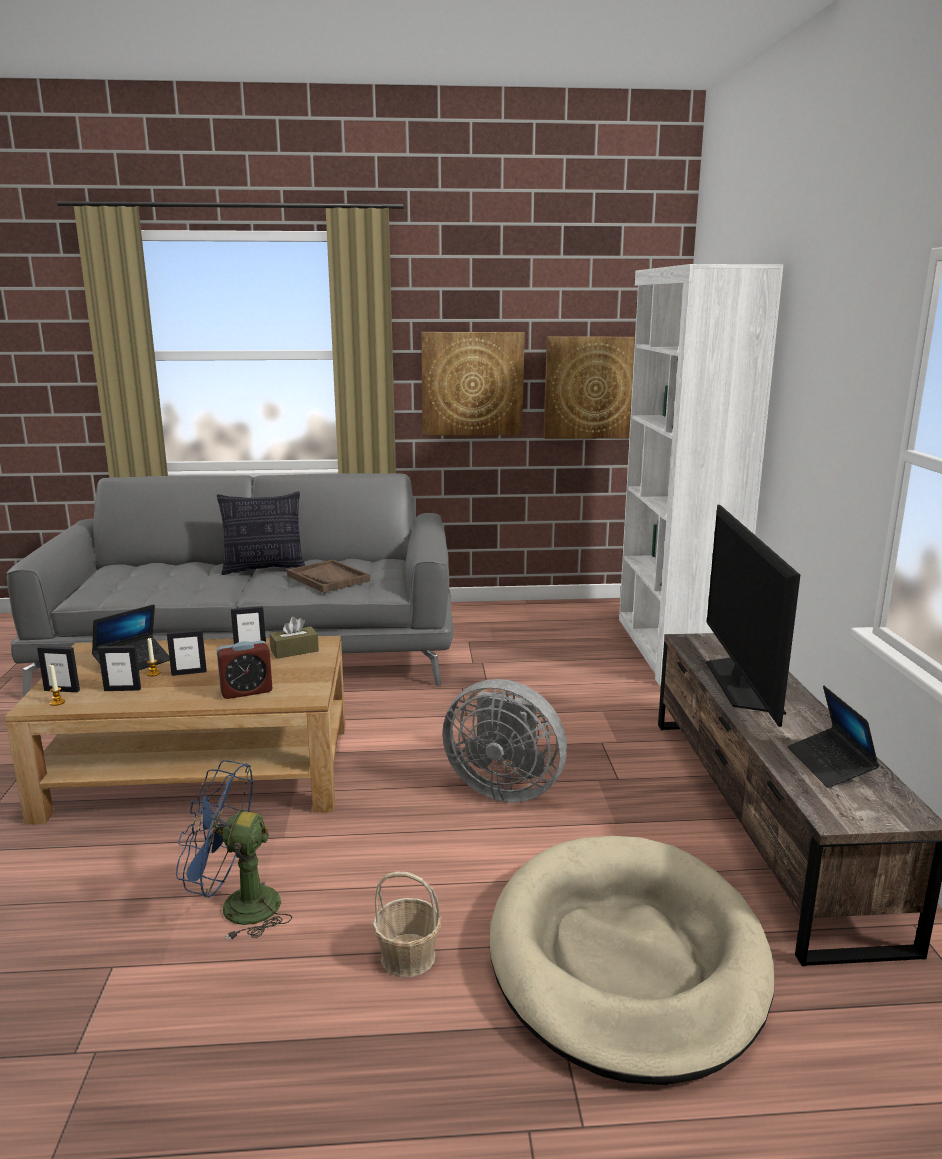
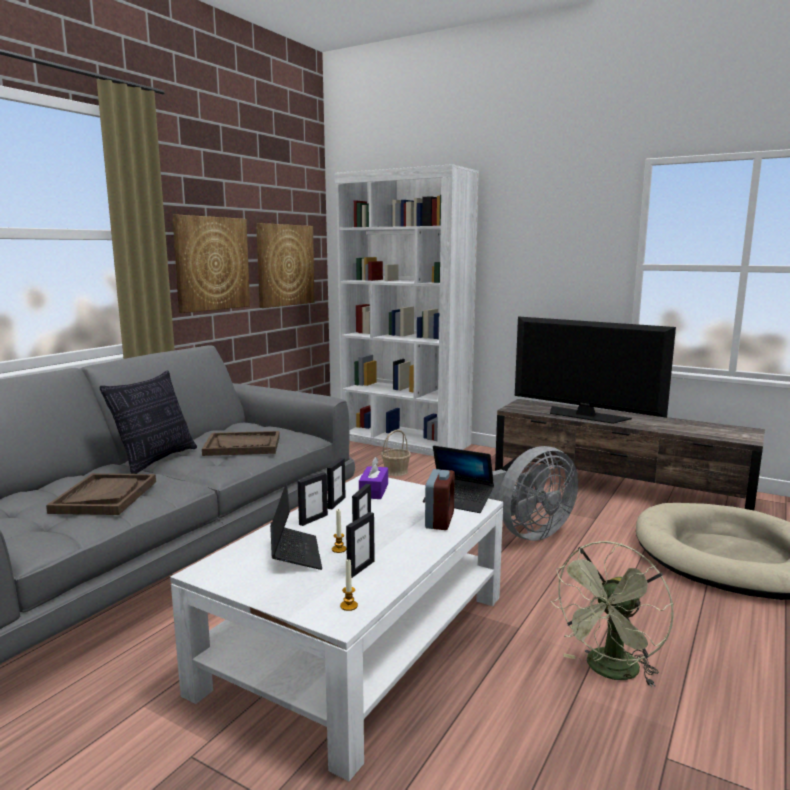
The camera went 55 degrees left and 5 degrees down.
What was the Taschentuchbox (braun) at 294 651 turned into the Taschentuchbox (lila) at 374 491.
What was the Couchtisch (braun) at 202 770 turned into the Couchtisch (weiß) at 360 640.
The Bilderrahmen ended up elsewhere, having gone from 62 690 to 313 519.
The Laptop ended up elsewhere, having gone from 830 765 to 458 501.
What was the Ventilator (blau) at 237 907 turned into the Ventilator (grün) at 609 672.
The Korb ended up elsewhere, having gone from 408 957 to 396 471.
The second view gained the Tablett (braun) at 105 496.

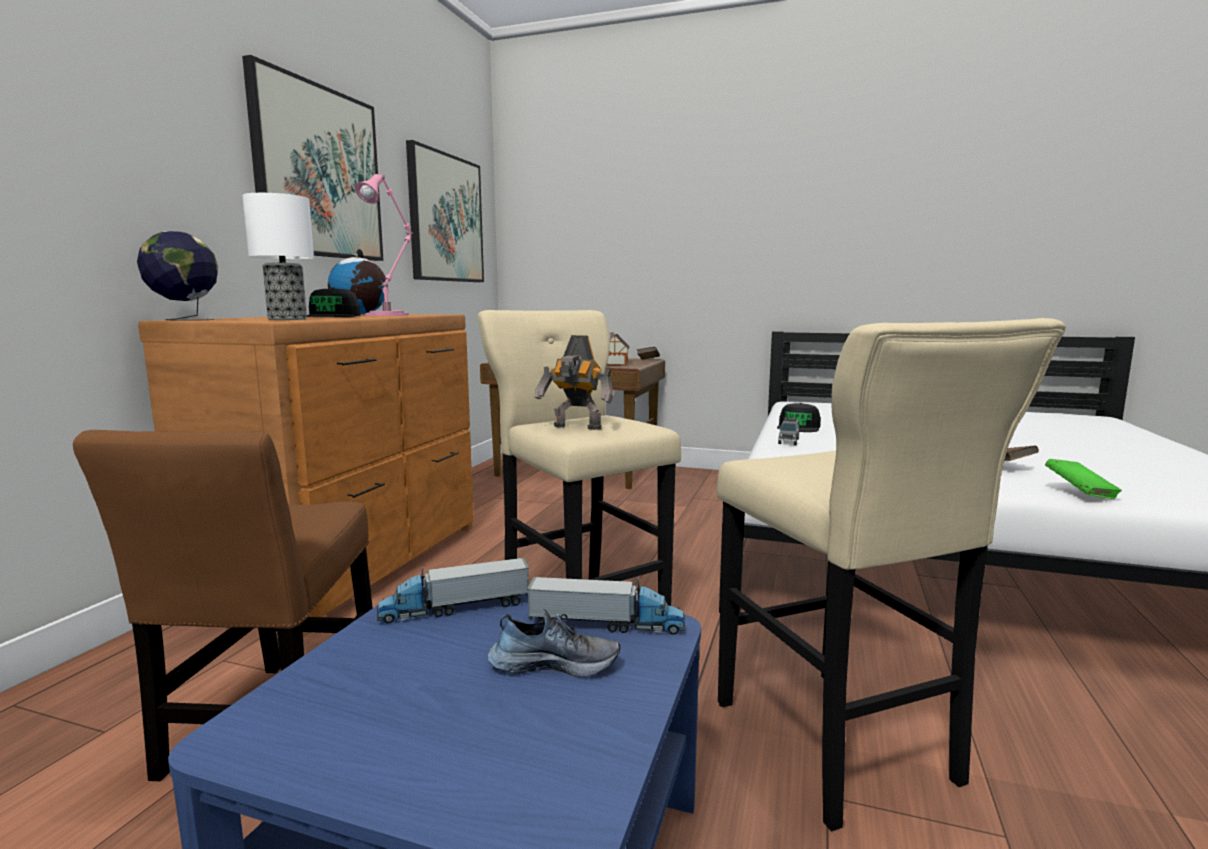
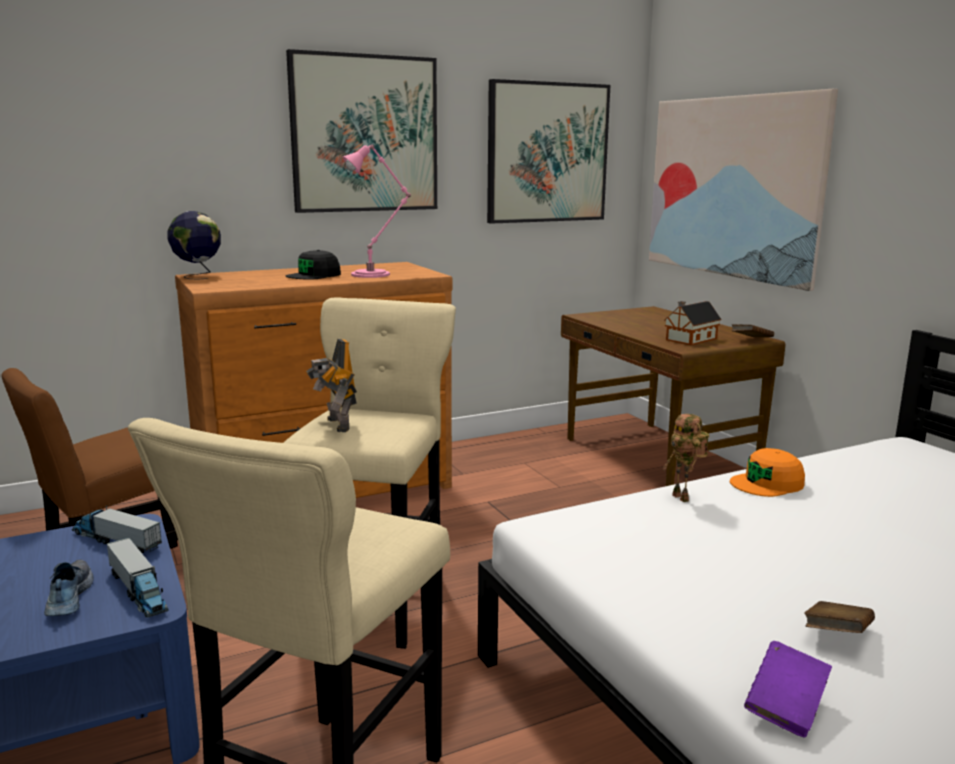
The camera went 45 degrees right and 5 degrees up.
The second view lost the Tischlampe at 288 319.
The second view lost the Globus at 360 314.
What was the Kappe (schwarz) at 799 427 turned into the Kappe (orange) at 767 484.
Where the Spielzeugauto (grau) stood at 788 441, the Spielzeugroboter came to stand at 683 498.
What was the Buch (grün) at 1080 493 turned into the Buch (lila) at 786 707.
The Schuh at 554 663 ended up facing another way, 150 degrees counterclockwise from before.
The second view gained the Bild at 732 187.

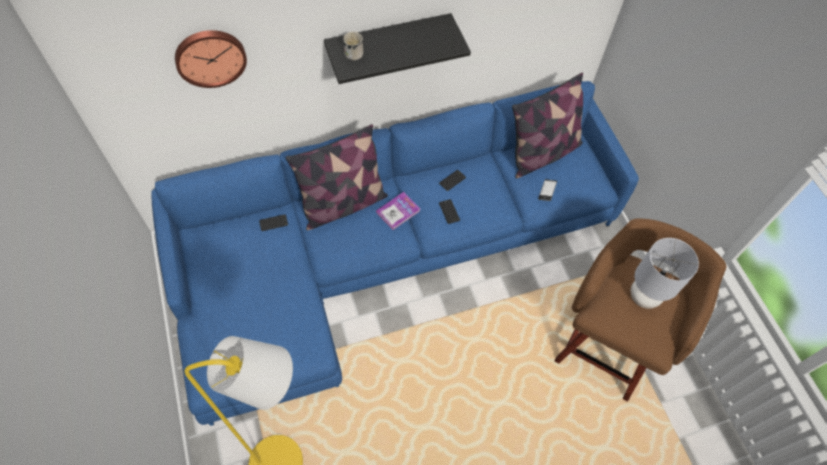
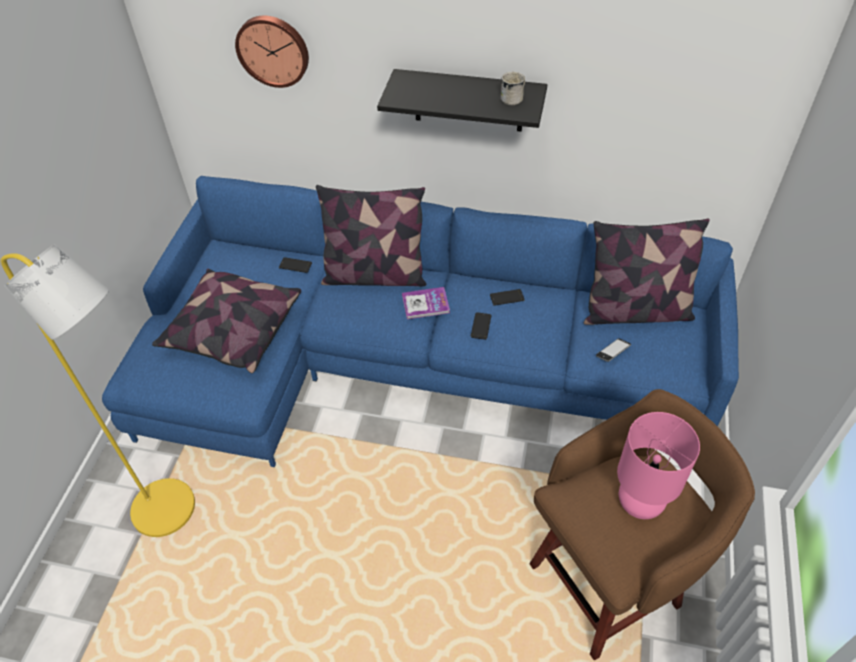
The camera went 35 degrees right and 10 degrees down.
The Henkelbecher (weiß) ended up elsewhere, having gone from 355 52 to 514 98.
What was the Tischlampe (grau) at 643 297 turned into the Tischlampe (rosa) at 639 503.
The second view gained the Kissen at 232 331.

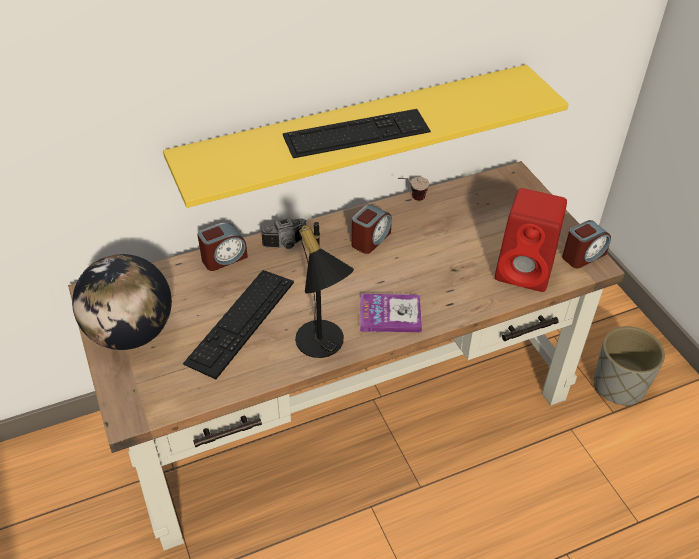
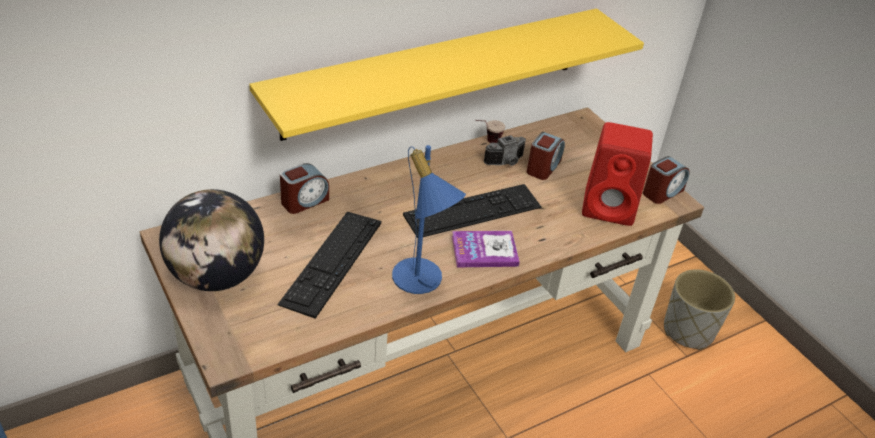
The camera went 10 degrees left and 5 degrees down.
The Tastatur ended up elsewhere, having gone from 357 134 to 473 211.
The Wecker ended up elsewhere, having gone from 370 239 to 543 167.
The Kamera ended up elsewhere, having gone from 286 245 to 507 162.
What was the Tischlampe (schwarz) at 323 346 turned into the Tischlampe (blau) at 421 282.

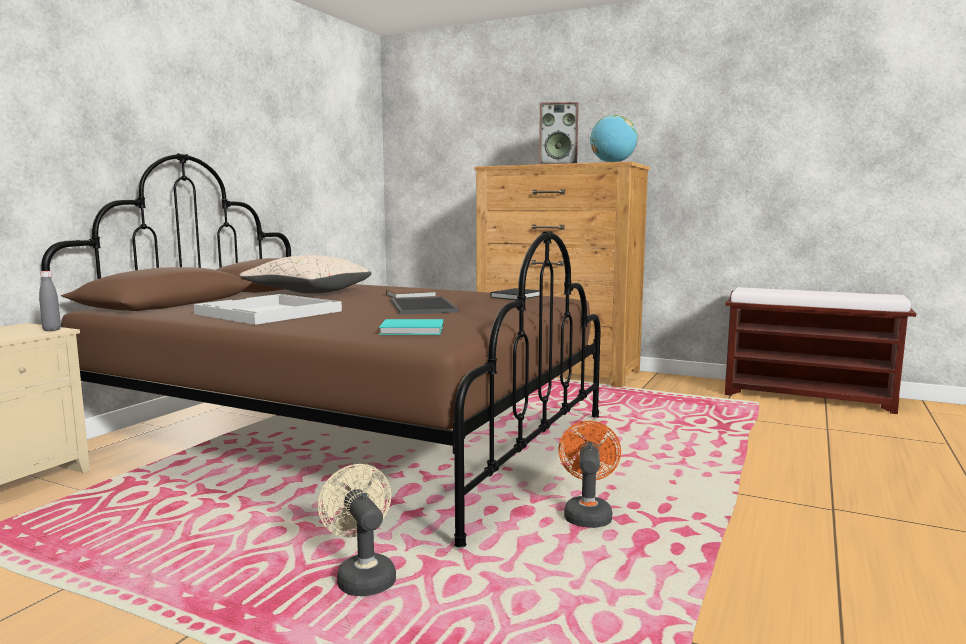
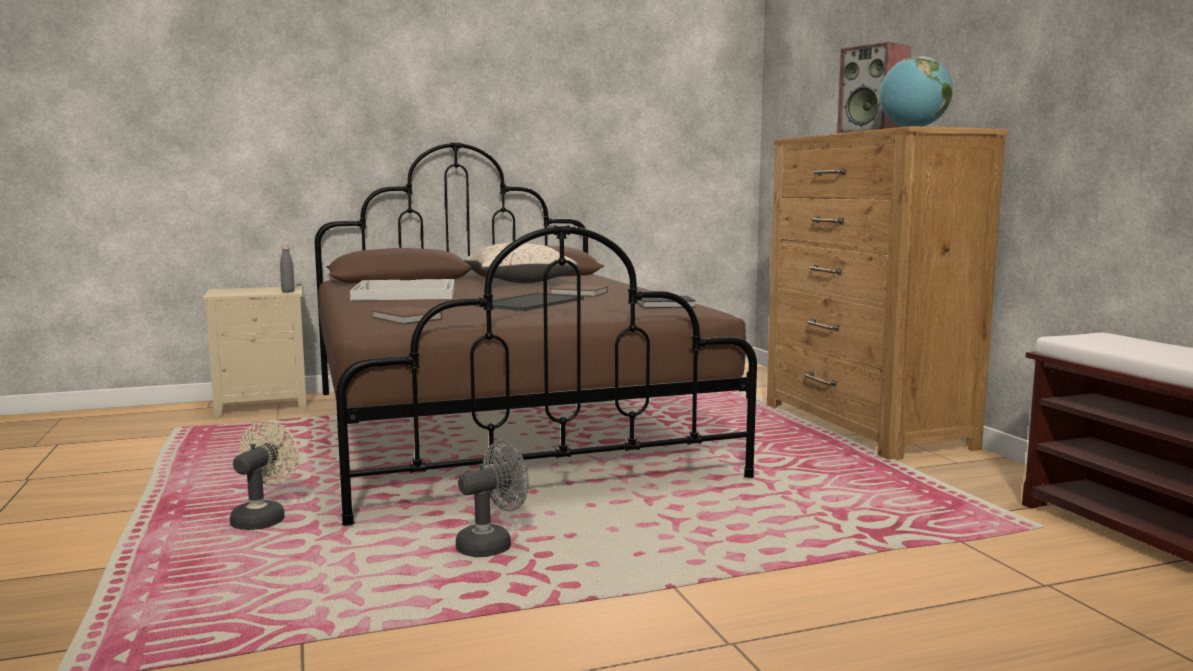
The camera went 45 degrees right and 0 degrees up.
What was the Buch (türkis) at 413 330 turned into the Buch (braun) at 407 319.
What was the Ventilator (orange) at 587 513 turned into the Ventilator (grau) at 492 545.

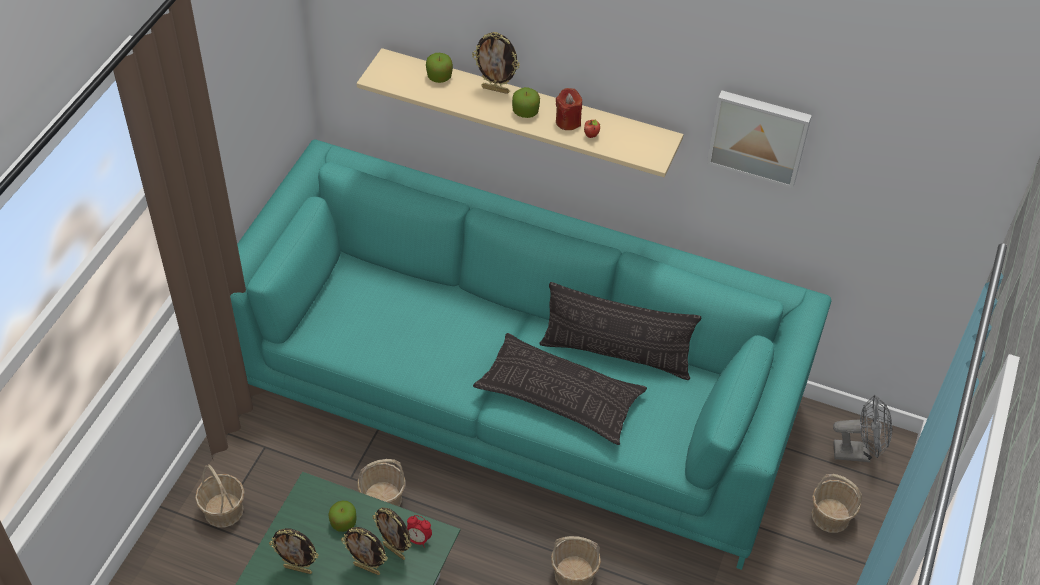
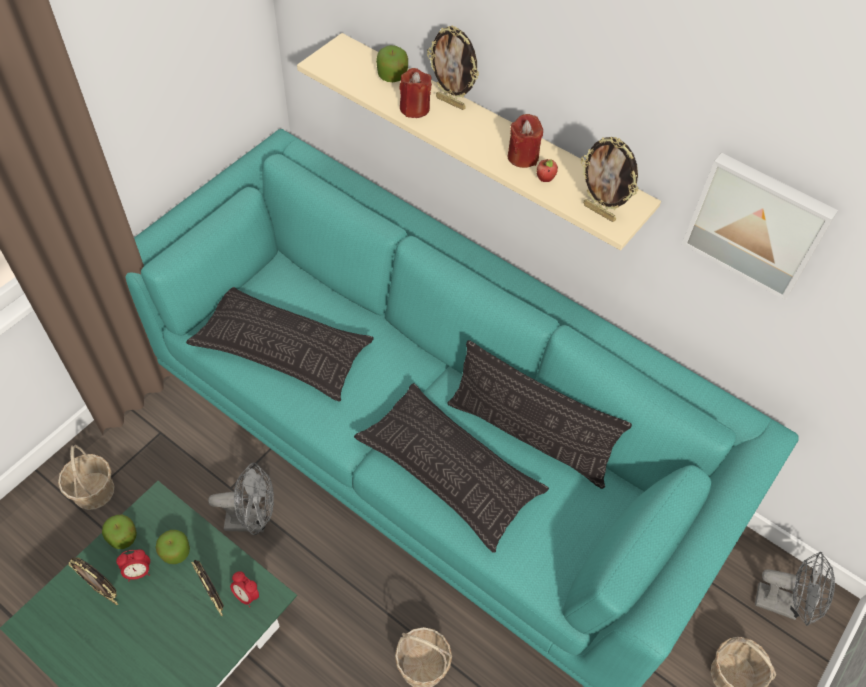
The camera went 15 degrees right and 5 degrees up.
The Apfel ended up elsewhere, having gone from 525 112 to 123 537.
Where the Korb stood at 382 499, the Ventilator (grau) came to stand at 253 520.
The Bilderrahmen ended up elsewhere, having gone from 367 568 to 599 212.
The second view gained the Kerze (rot) at 414 108.
The second view gained the Kissen at 282 349.
The second view gained the Wecker at 138 572.

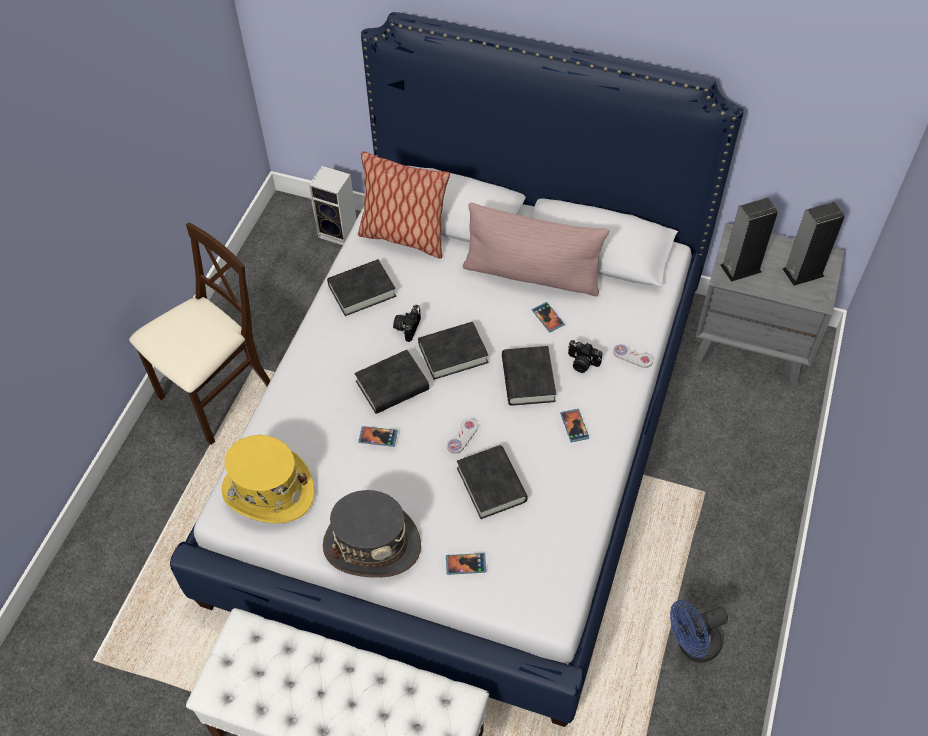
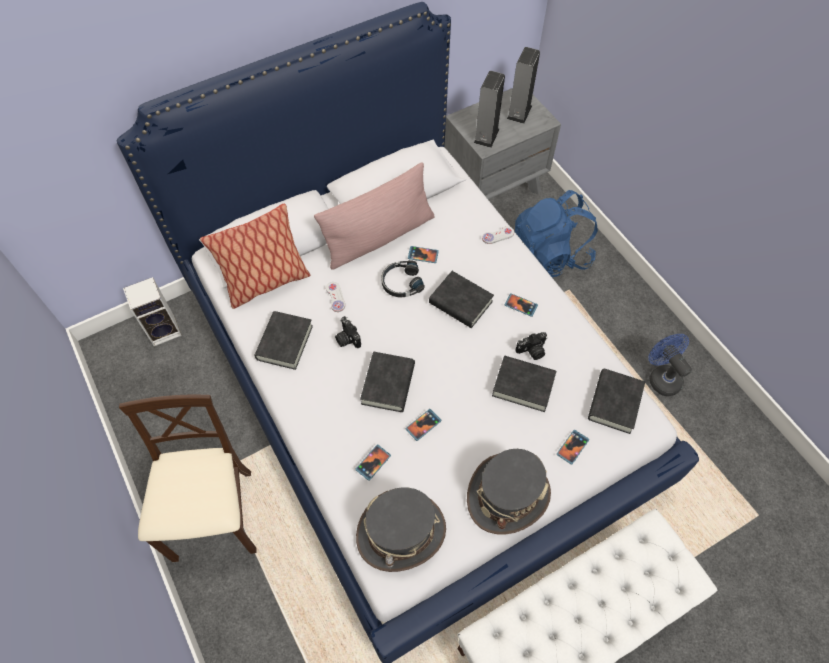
The camera went 50 degrees left and 5 degrees up.
The Buch (schwarz) ended up elsewhere, having gone from 453 353 to 614 403.
The Kamera ended up elsewhere, having gone from 581 363 to 532 351.
The Gamepad (weiß) ended up elsewhere, having gone from 462 436 to 335 297.
What was the Hut (gelb) at 268 490 turned into the Hut (grau) at 401 533.
The Ventilator (blau) at 692 645 ended up facing another way, 135 degrees clockwise from before.
The second view gained the Rucksack (blau) at 549 256.
The second view gained the Kopfhörer (schwarz) at 401 283.
The second view gained the Handy at 373 463.

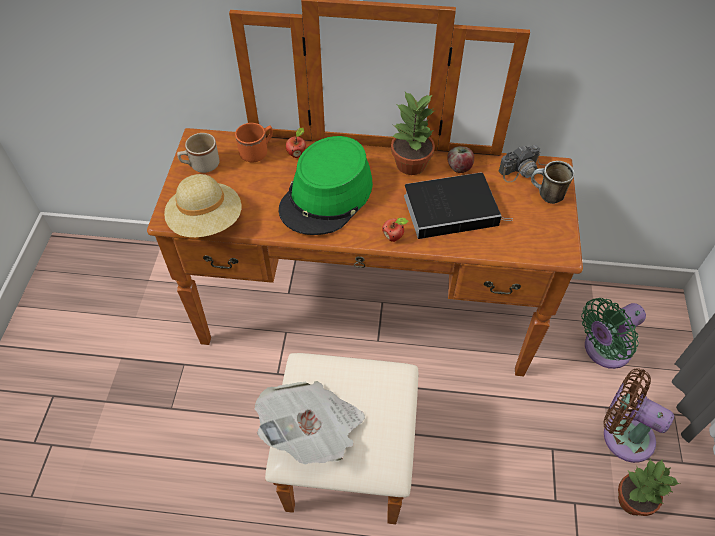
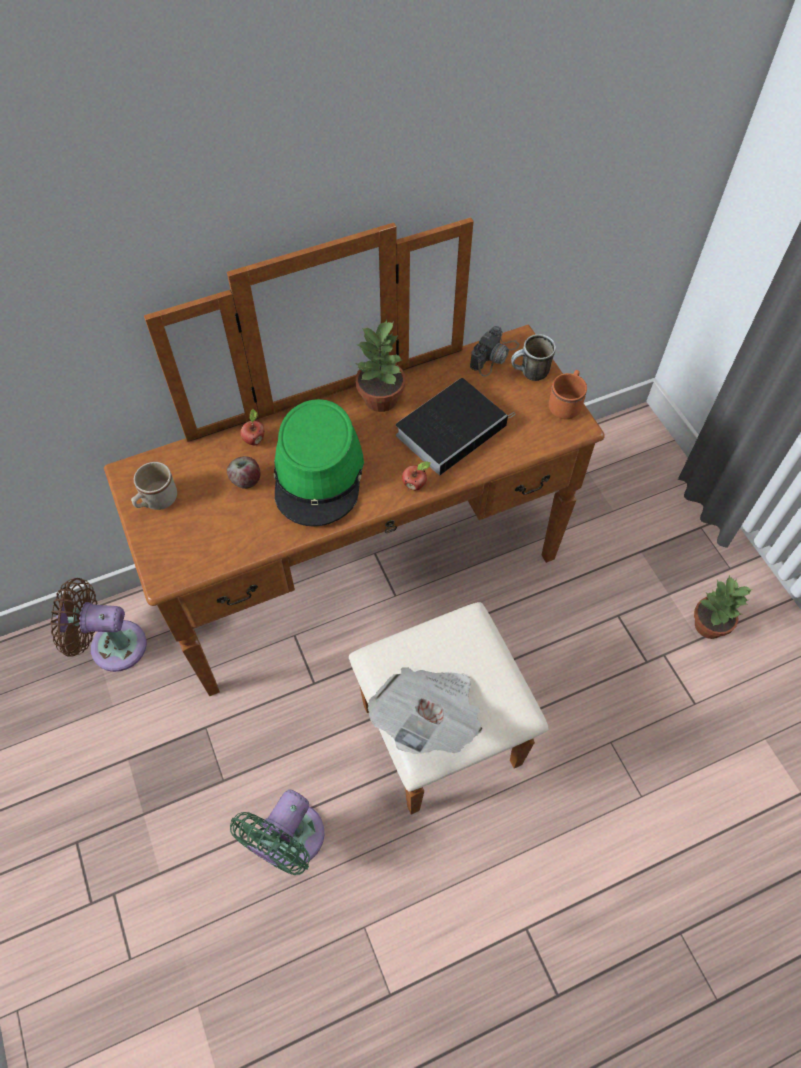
The camera went 30 degrees left and 5 degrees up.
The Henkelbecher (orange) ended up elsewhere, having gone from 257 152 to 566 404.
The Apfel ended up elsewhere, having gone from 459 167 to 246 480.
The second view lost the Hut (beige) at 206 221.
The Ventilator (grün) ended up elsewhere, having gone from 603 350 to 289 841.
The Ventilator (braun) ended up elsewhere, having gone from 623 434 to 112 645.

